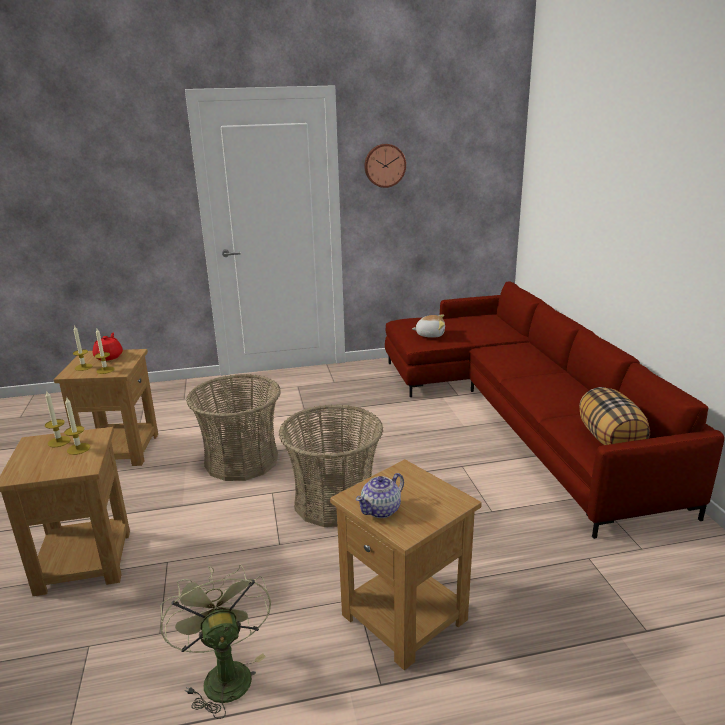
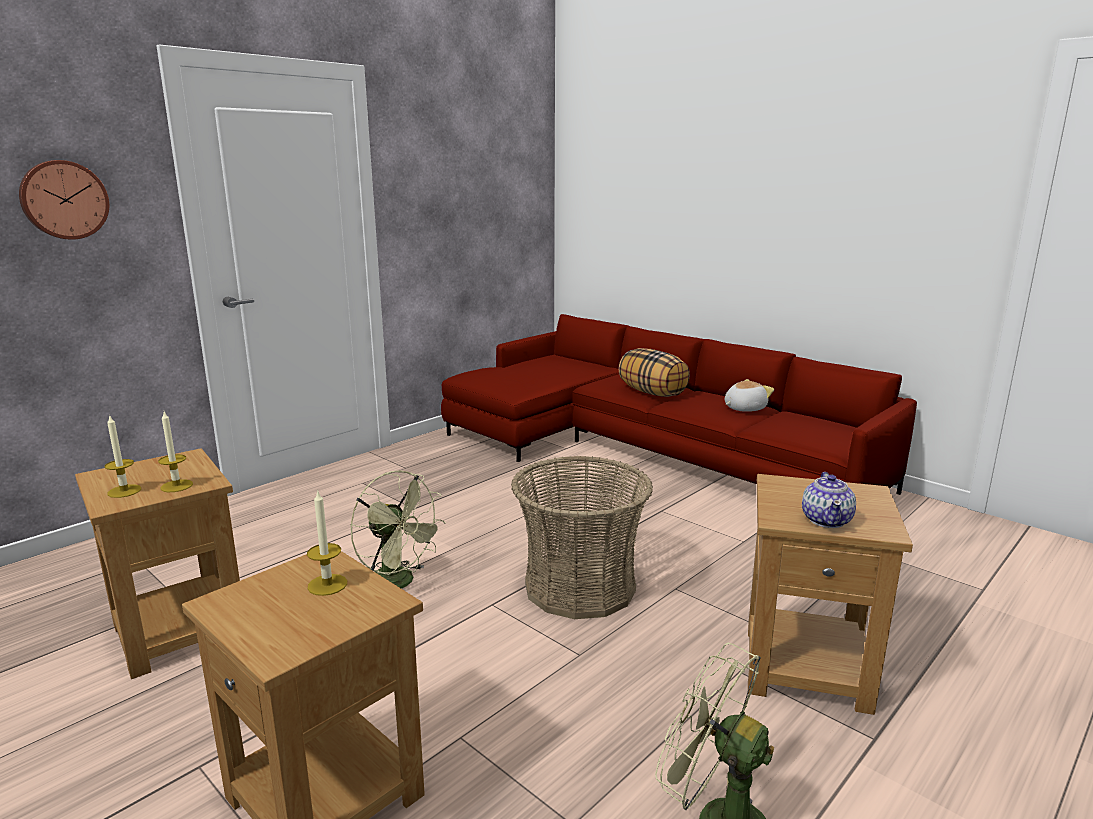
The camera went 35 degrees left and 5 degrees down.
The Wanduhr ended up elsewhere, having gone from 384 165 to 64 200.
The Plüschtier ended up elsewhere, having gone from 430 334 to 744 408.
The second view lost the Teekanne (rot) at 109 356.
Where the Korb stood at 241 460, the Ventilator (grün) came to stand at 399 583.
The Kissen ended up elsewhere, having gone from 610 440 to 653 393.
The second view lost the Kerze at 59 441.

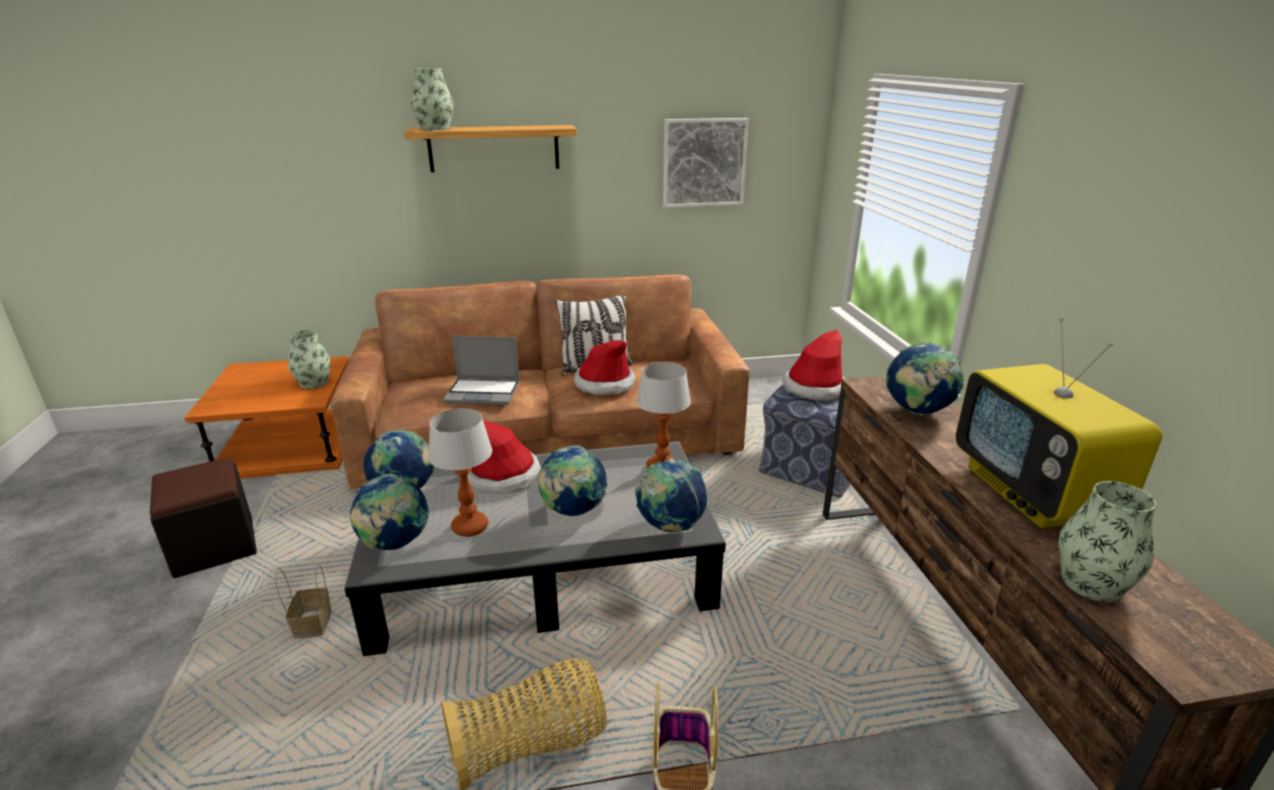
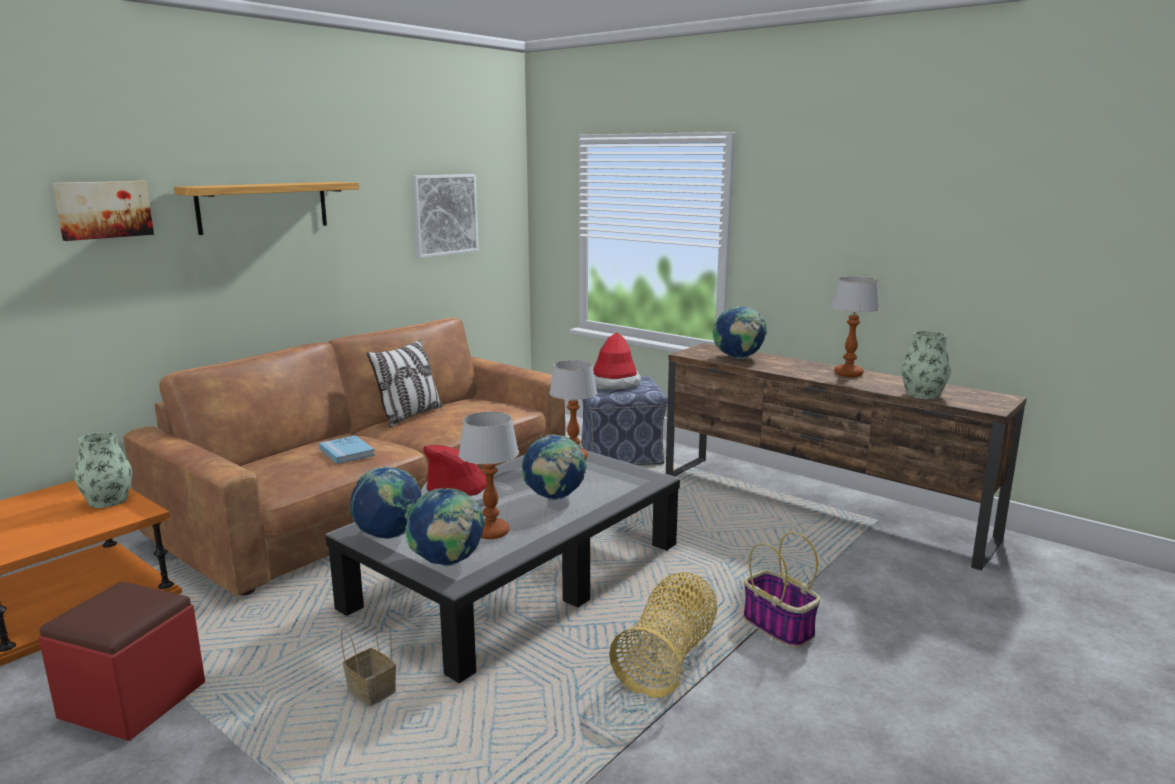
The camera went 40 degrees left and 10 degrees down.
The second view lost the Vase at 435 128.
Where the Fernseher stood at 1034 493, the Tischlampe came to stand at 849 374.
Where the Laptop stood at 484 393, the Buch (blau) came to stand at 346 452.
The second view lost the Hut at 604 383.
What was the Polsterhocker (schwarz) at 214 546 turned into the Polsterhocker (rot) at 133 700.
The second view lost the Globus at 670 526.
The second view gained the Bild at 103 209.

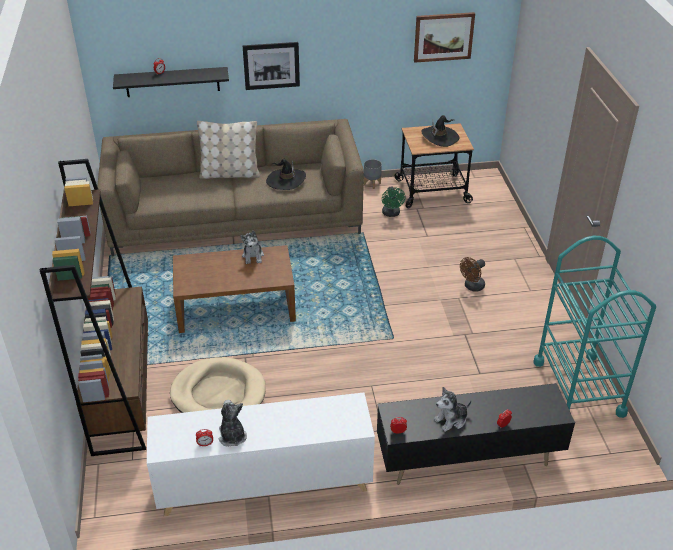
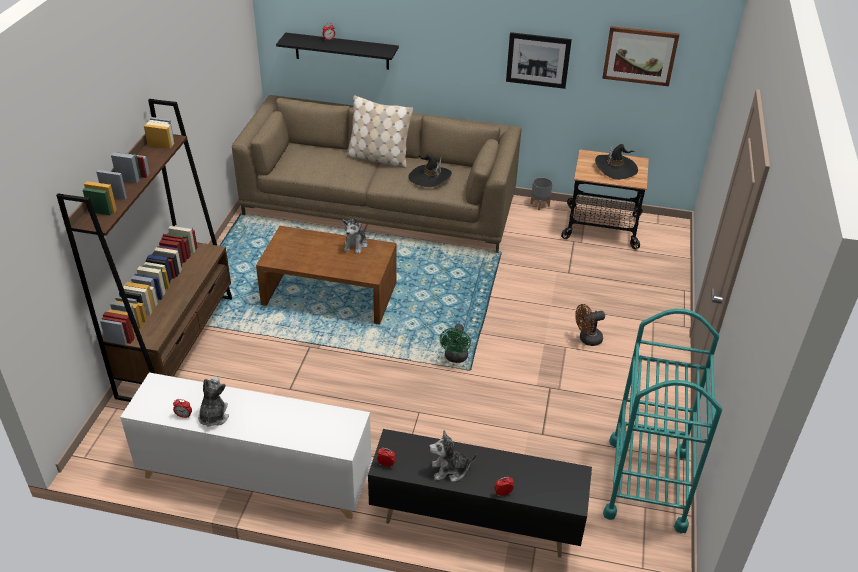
The camera went 20 degrees right and 0 degrees up.
The Bild ended up elsewhere, having gone from 271 65 to 538 60.
The Ventilator (grün) ended up elsewhere, having gone from 391 214 to 455 358.
The second view lost the Hundebett (beige) at 218 394.

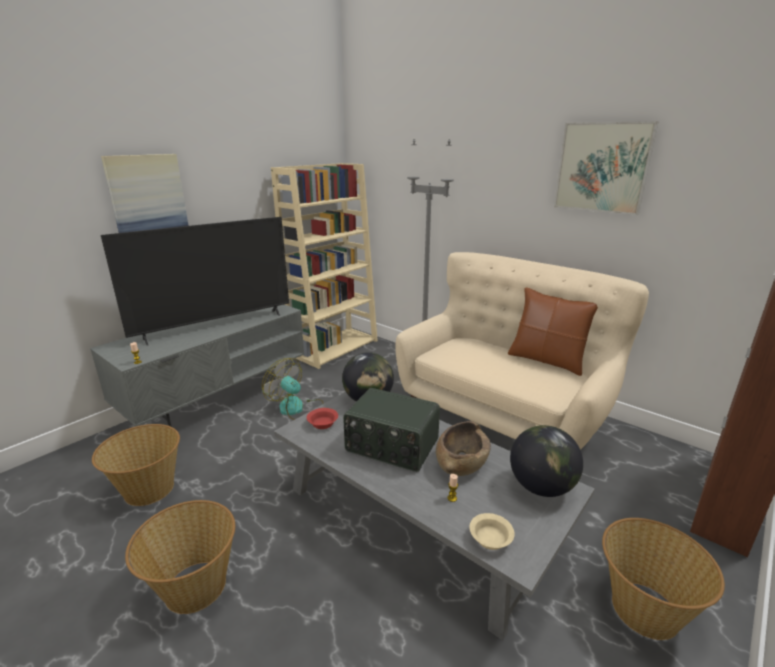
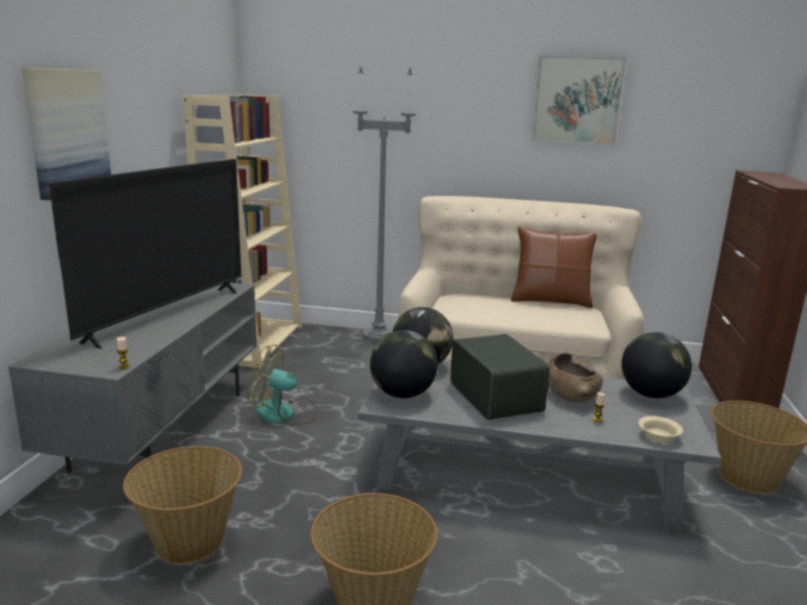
The camera went 30 degrees left and 5 degrees down.
The Radio at 391 446 ended up facing another way, 105 degrees counterclockwise from before.
Where the Schüssel (rot) stood at 323 423, the Globus came to stand at 402 394.

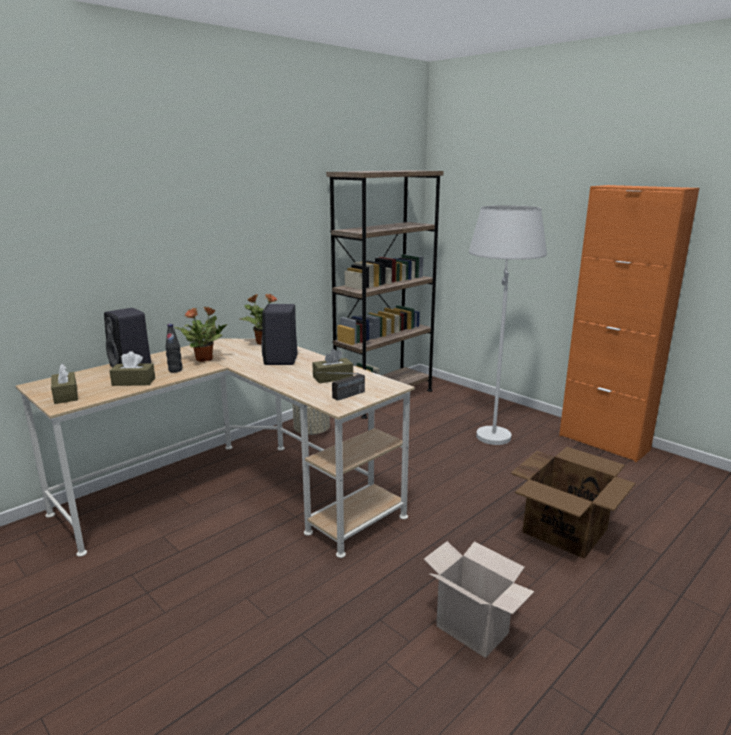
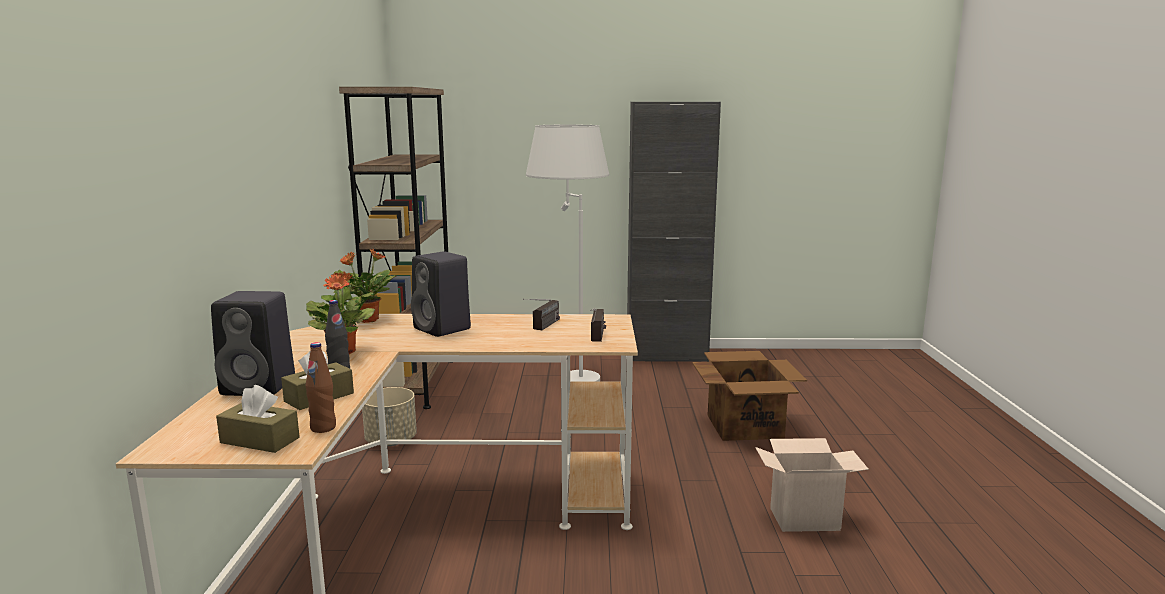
The camera went 45 degrees left and 5 degrees down.
What was the Schrank (orange) at 603 442 turned into the Schrank (schwarz) at 666 356.
Where the Taschentuchbox (braun) stood at 333 377, the Radio came to stand at 542 327.
The second view gained the Flasche (braun) at 323 428.

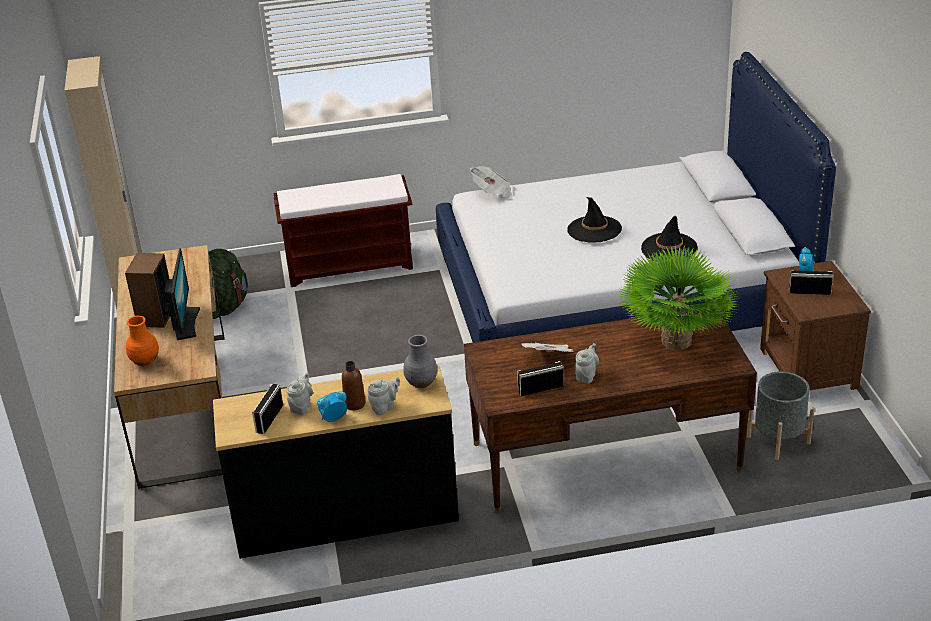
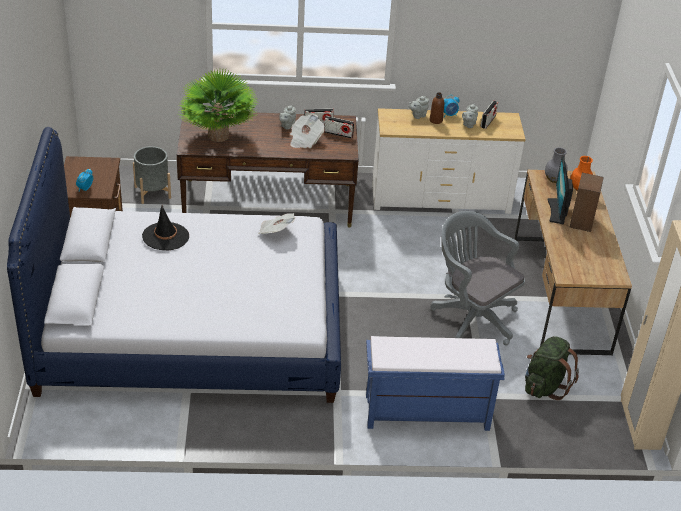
The camera went 175 degrees left and 5 degrees up.
The Zeitung ended up elsewhere, having gone from 492 192 to 276 231.
What was the Bank (braun) at 350 265 turned into the Bank (blau) at 425 413.
The second view lost the Hut (schwarz) at 594 229.
The Radio ended up elsewhere, having gone from 809 292 to 338 134.
The Vase (grau) ended up elsewhere, having gone from 422 383 to 553 179.
What was the Kommode (schwarz) at 346 517 turned into the Kommode (weiß) at 440 198.
The second view gained the Bürostuhl (grau) at 471 317.

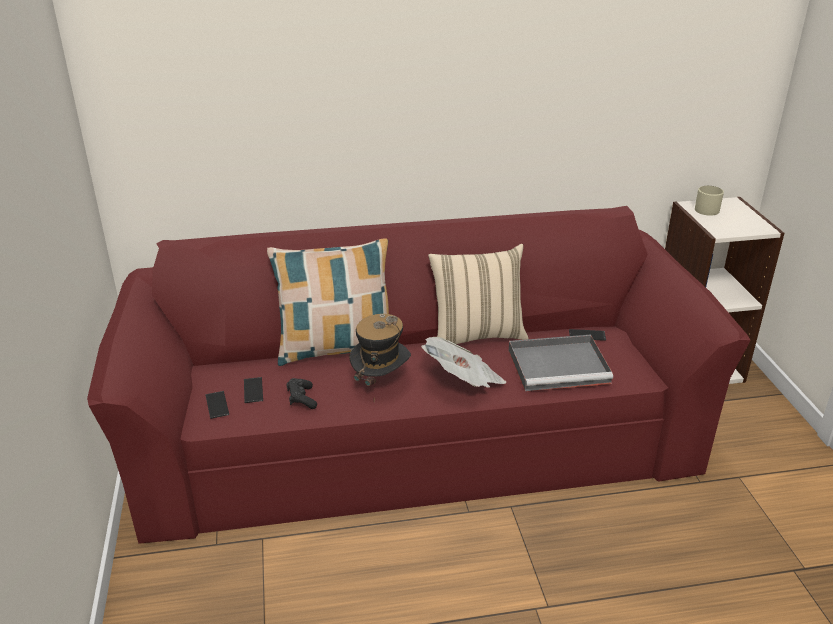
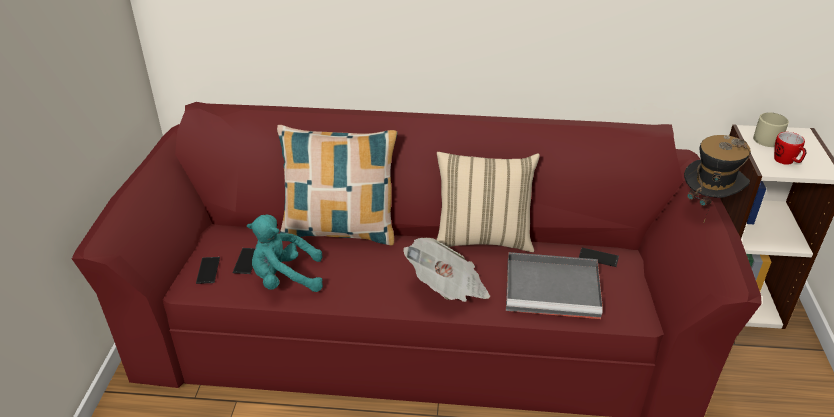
The camera went 15 degrees right and 5 degrees up.
The Hut ended up elsewhere, having gone from 380 383 to 708 206.
Where the Gamepad (schwarz) stood at 301 399, the Plüschtier (türkis) came to stand at 285 279.
The second view gained the Henkelbecher at 786 162.

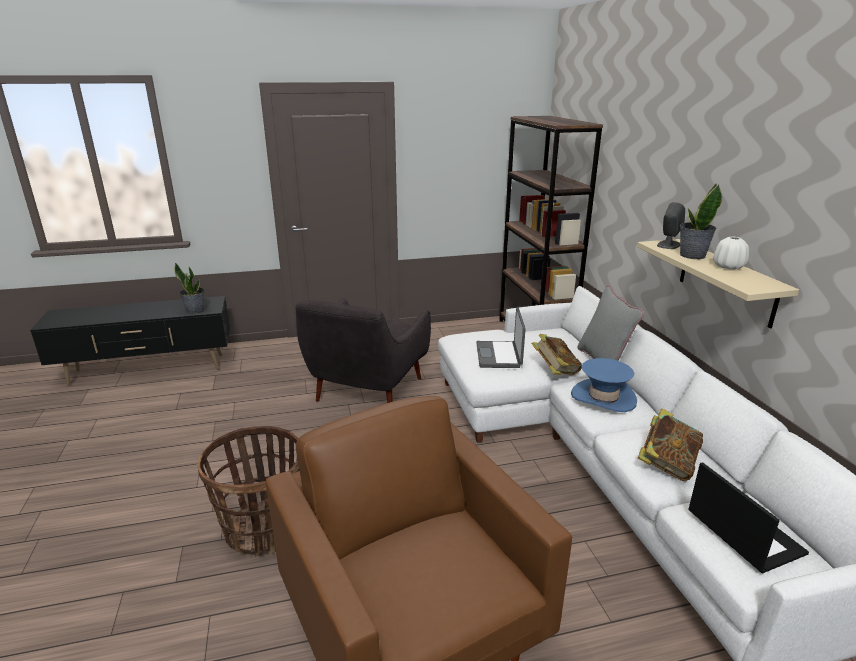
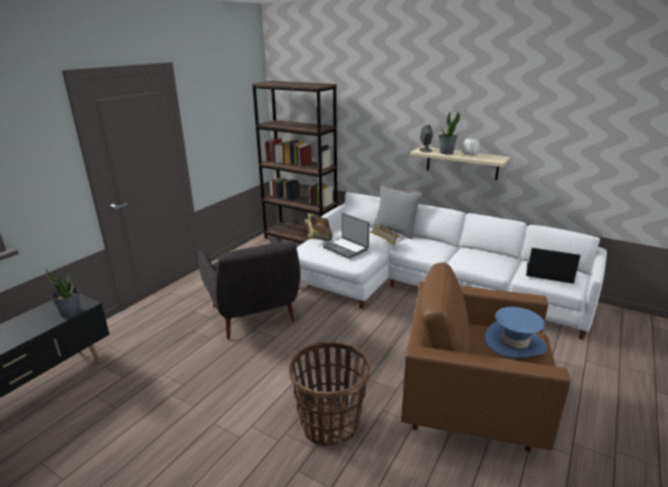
The camera went 45 degrees left and 0 degrees up.
The Hut (blau) ended up elsewhere, having gone from 603 397 to 515 343.
The Buch ended up elsewhere, having gone from 667 464 to 318 238.

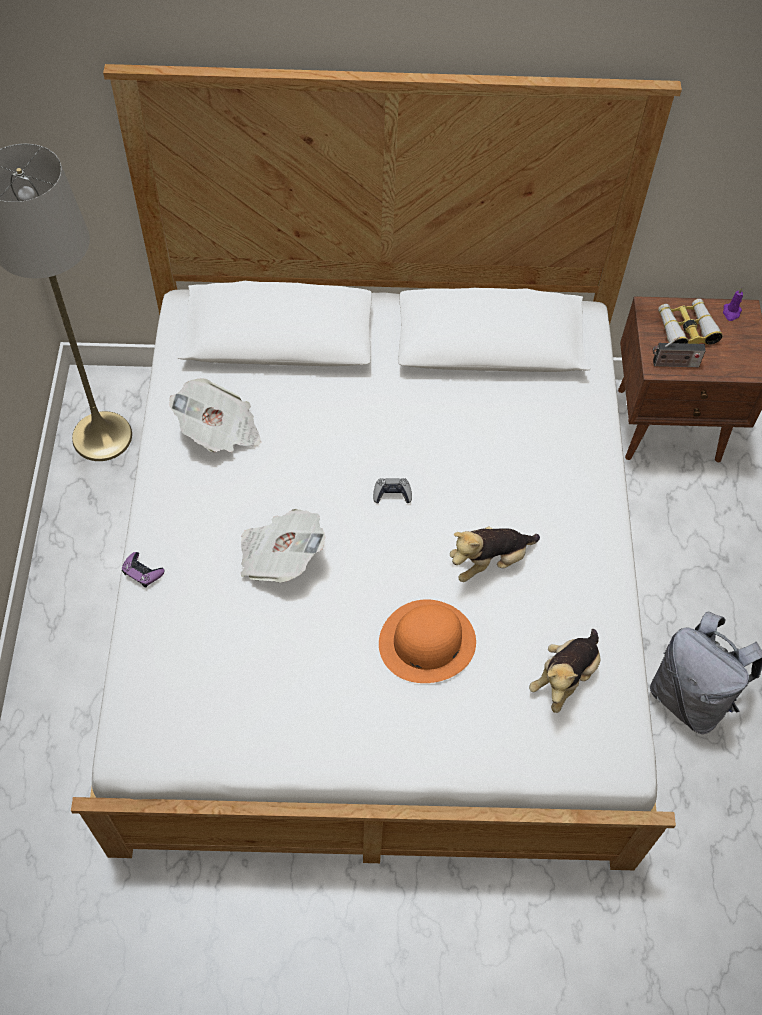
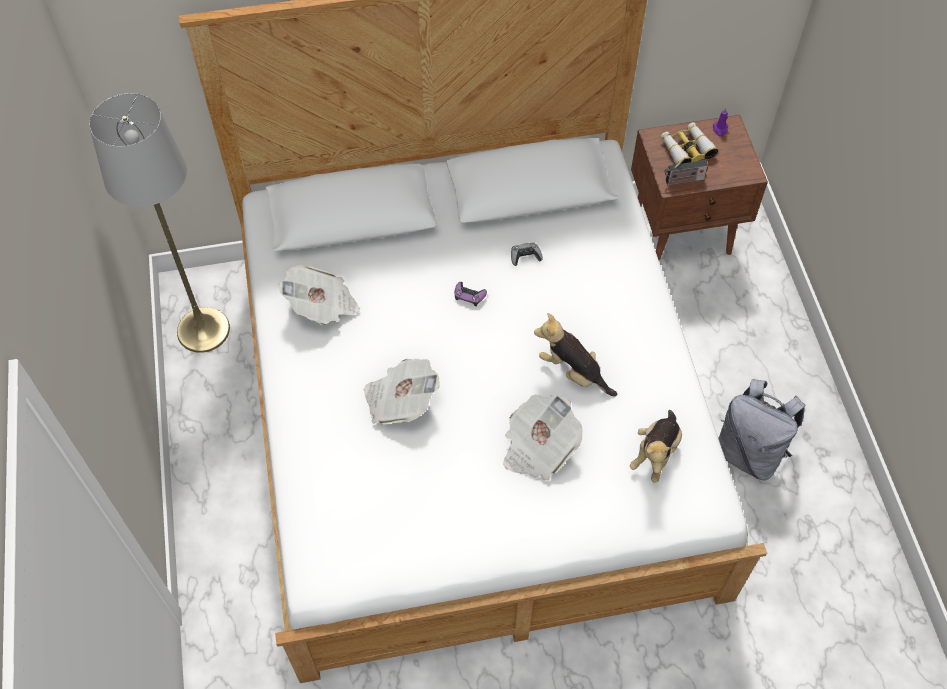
The camera went 10 degrees left and 0 degrees up.
The Gamepad (grau) ended up elsewhere, having gone from 392 493 to 525 256.
The Plüschtier at 489 561 ended up facing another way, 75 degrees clockwise from before.
The Gamepad (lila) ended up elsewhere, having gone from 142 572 to 469 295.
Where the Hut (orange) stood at 427 642, the Zeitung came to stand at 538 447.

